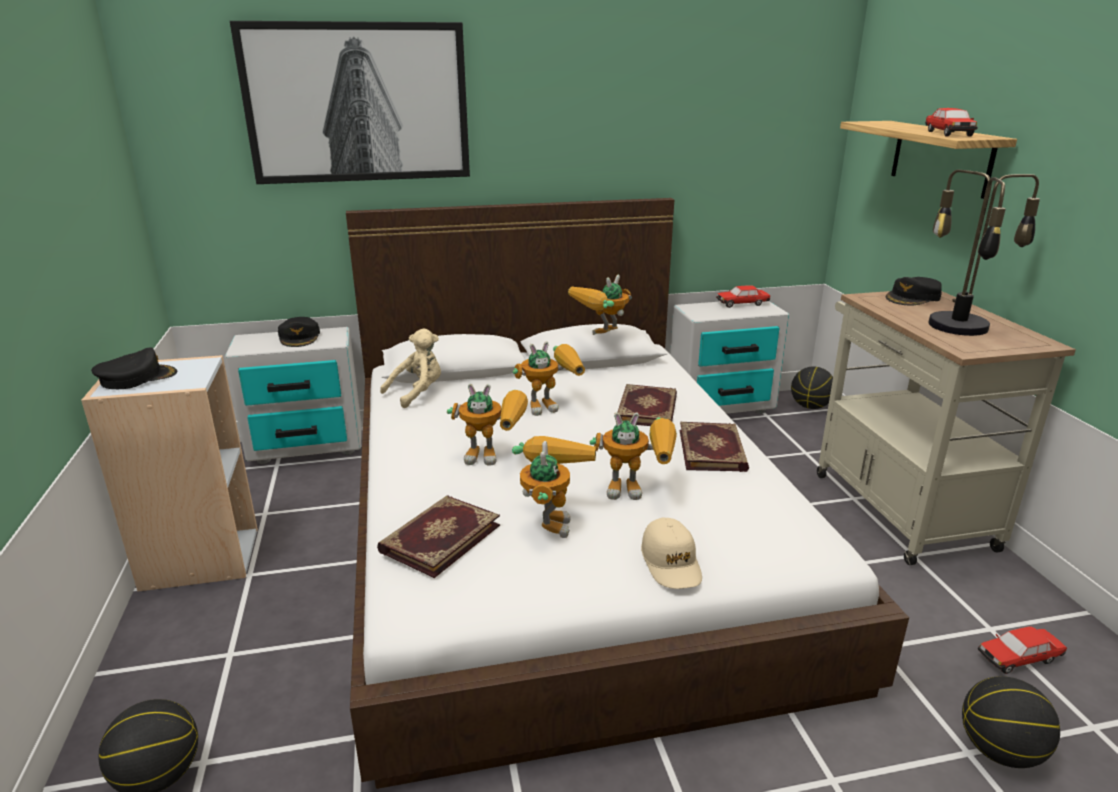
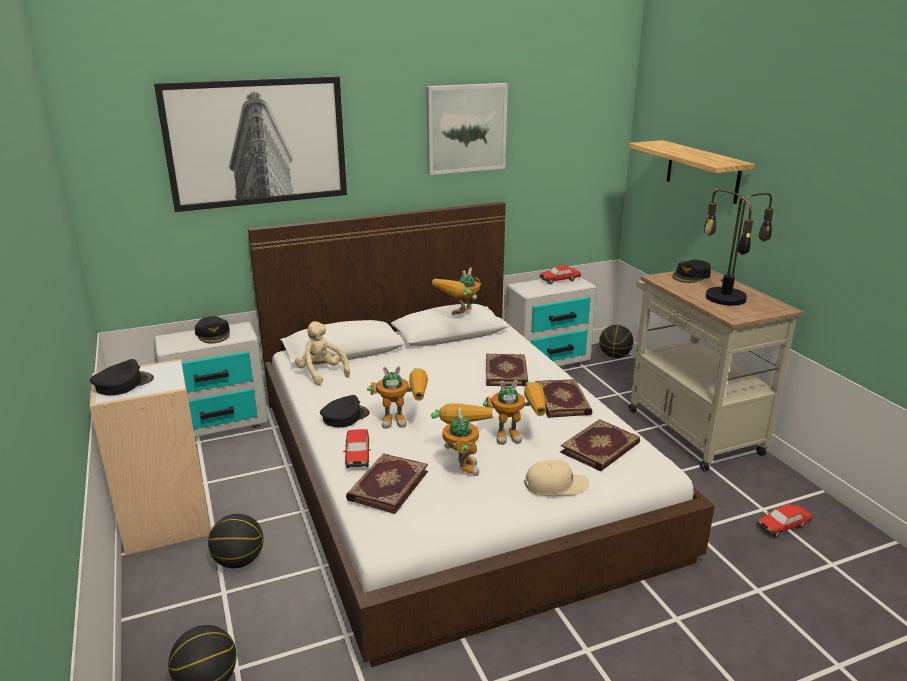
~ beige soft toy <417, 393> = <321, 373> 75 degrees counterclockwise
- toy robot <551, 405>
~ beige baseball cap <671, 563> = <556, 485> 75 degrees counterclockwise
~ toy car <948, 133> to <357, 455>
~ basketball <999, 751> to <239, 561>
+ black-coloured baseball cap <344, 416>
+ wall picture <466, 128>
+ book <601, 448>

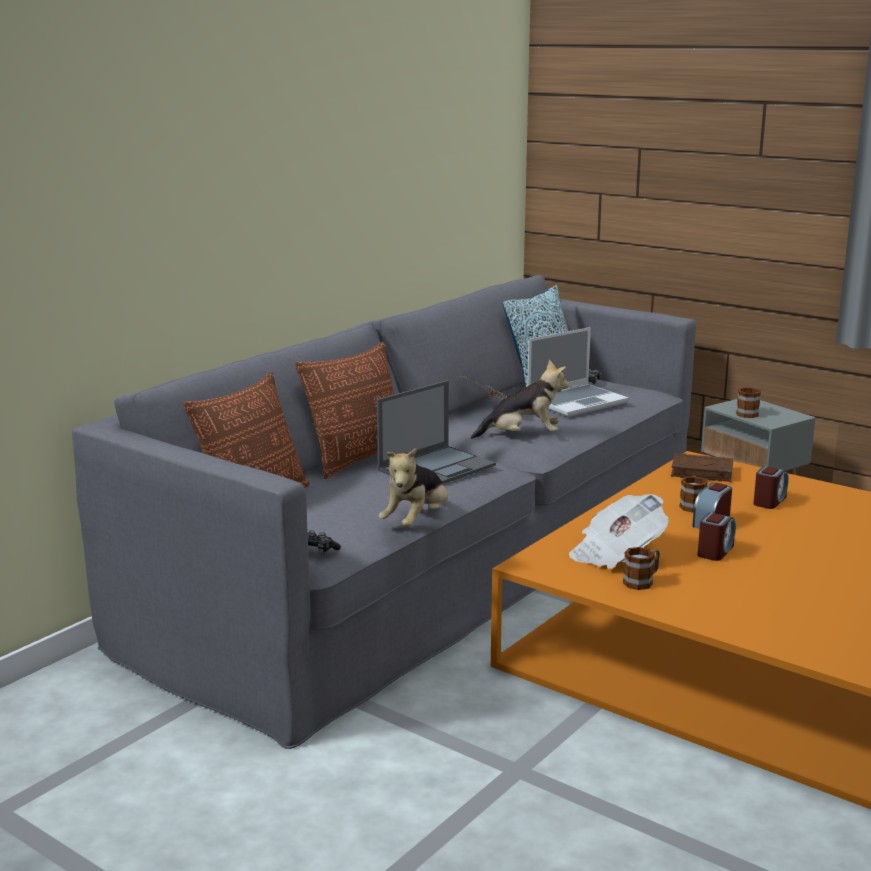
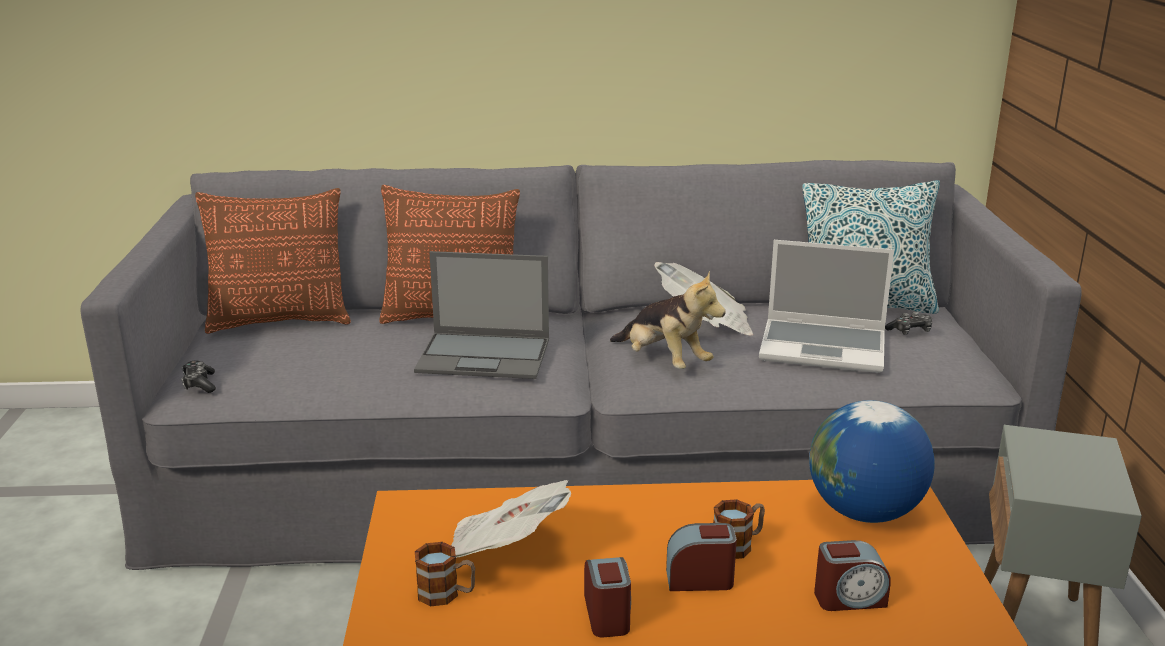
- soft toy <417, 521>
~ brown-coloured book <701, 472> to desk globe <864, 512>
~ bedside clock <715, 551> = <607, 614> 90 degrees counterclockwise
- coffee mug <748, 413>

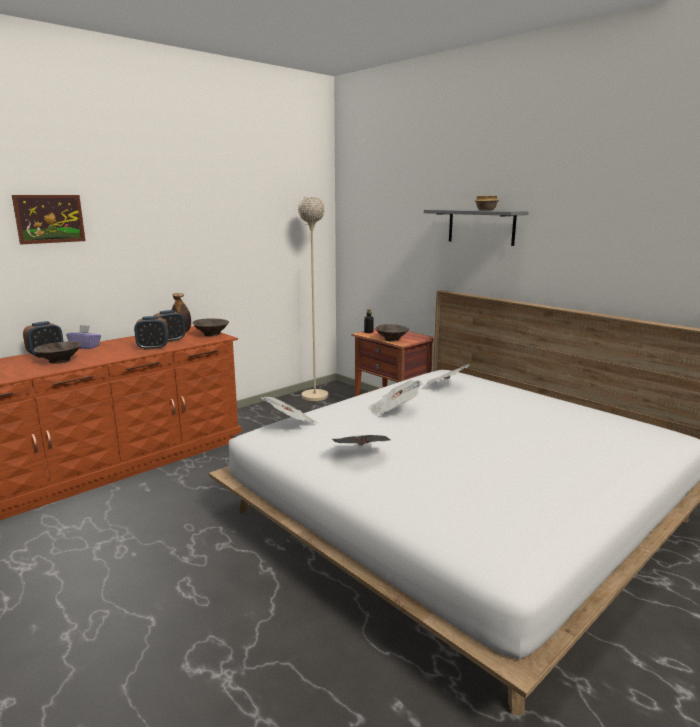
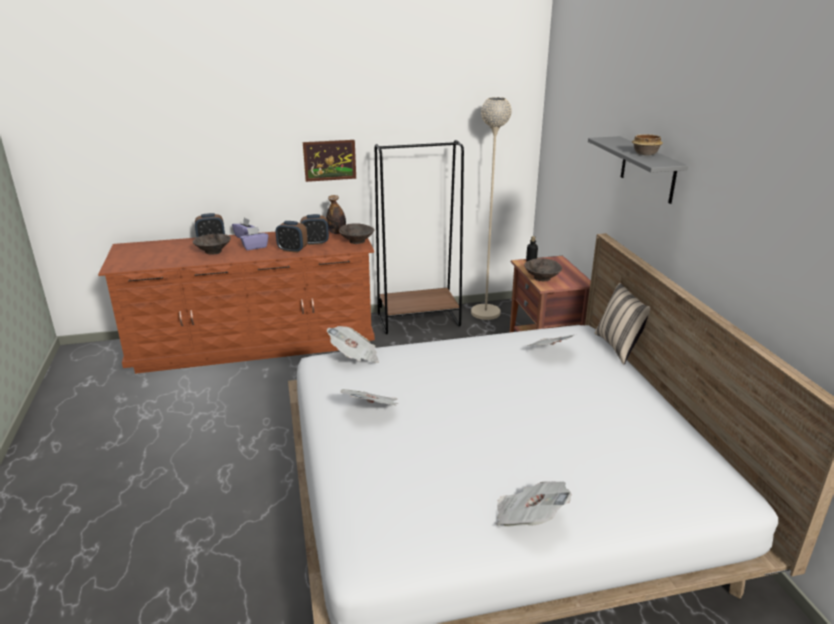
~ wall picture <49, 219> to <329, 160>
~ daily paper <394, 410> to <528, 518>
+ purple-coloured tissue box <255, 247>
+ garment rack <418, 321>
+ beige cushion <619, 347>

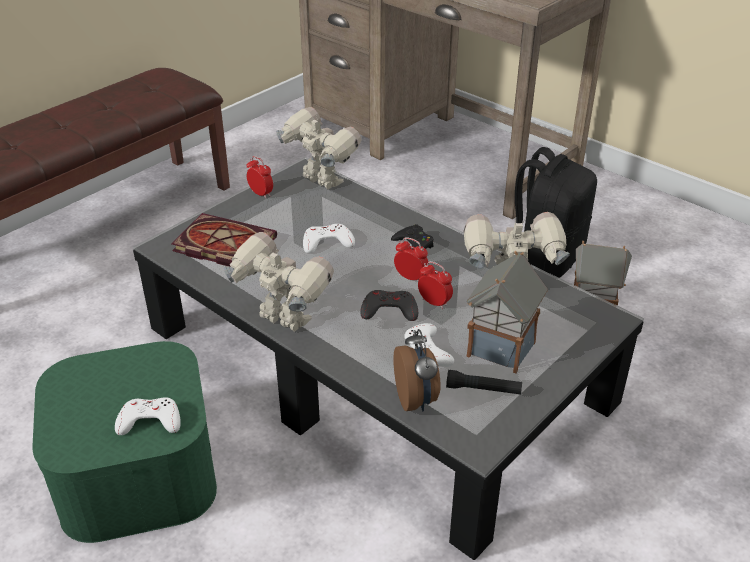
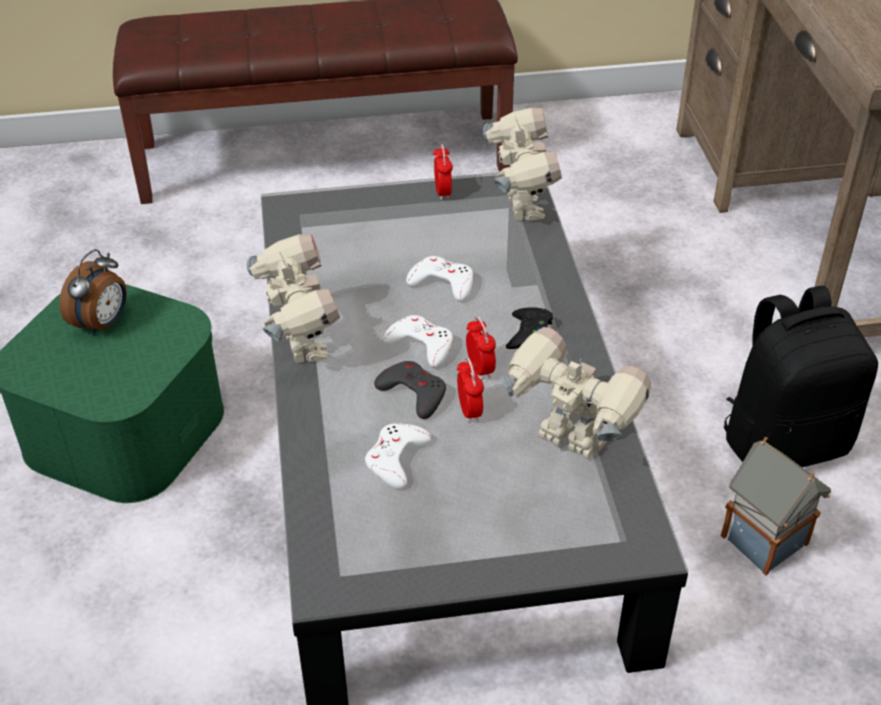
~ white-coloured joypad <150, 421> to <421, 345>
- book <222, 245>
~ bedside clock <416, 399> to <103, 324>
- black-coloured torch <483, 389>
- toy house <501, 347>

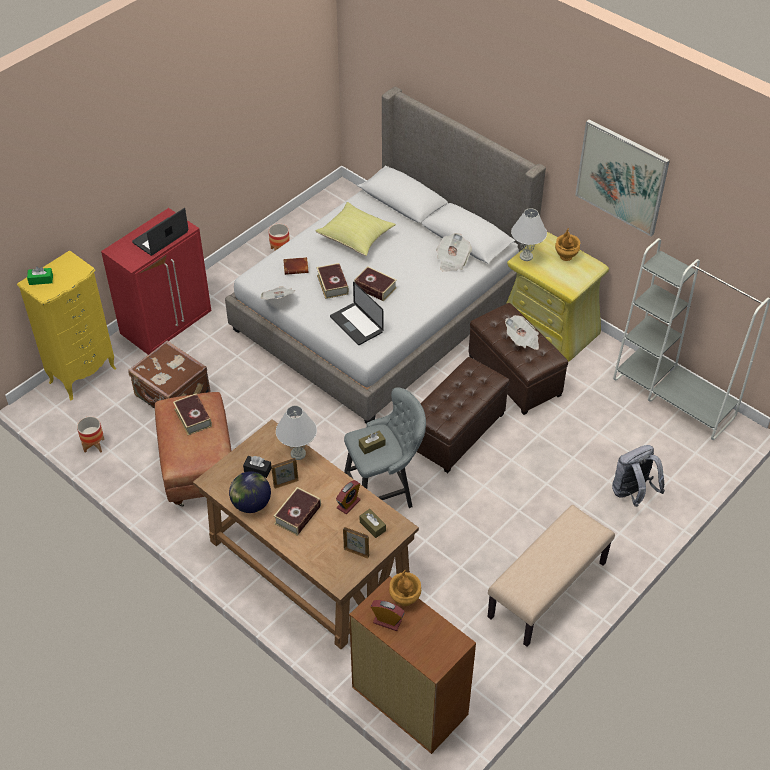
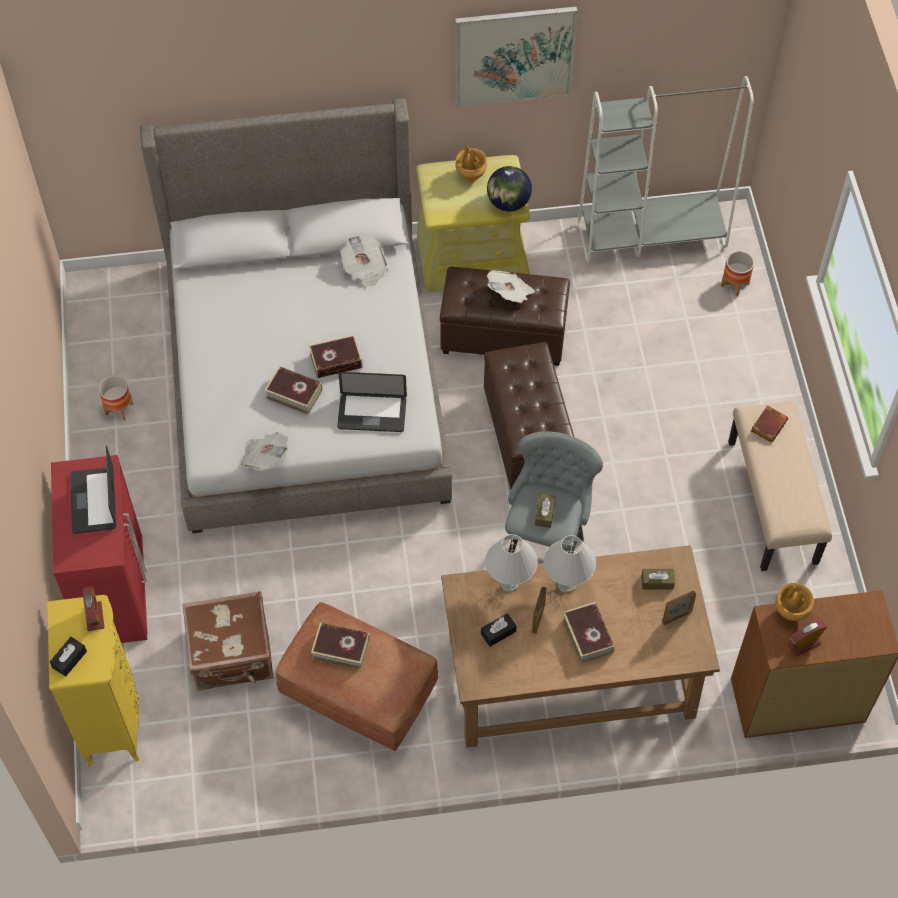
~ green-coloured tissue box <41, 280> to black-coloured tissue box <69, 659>
~ planter <94, 445> to <734, 285>
~ desk globe <251, 504> to <508, 203>
~ brown-coloured book <296, 267> to <768, 424>
- yellowish cushion <356, 238>
~ bedside clock <348, 504> to <94, 616>
~ white-coloured table lamp <525, 256> to <566, 584>
- gray backpack <632, 493>

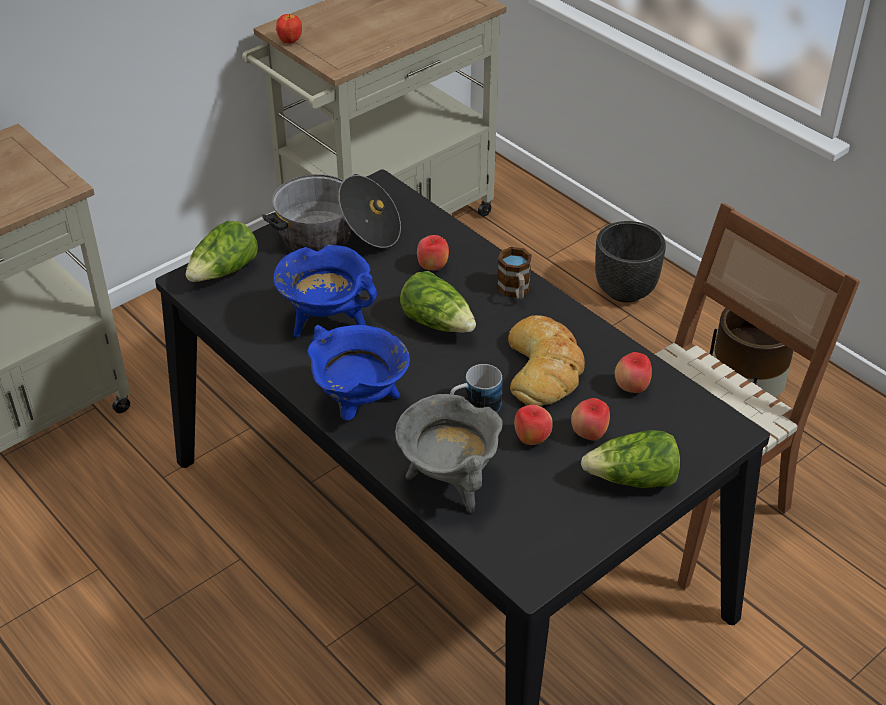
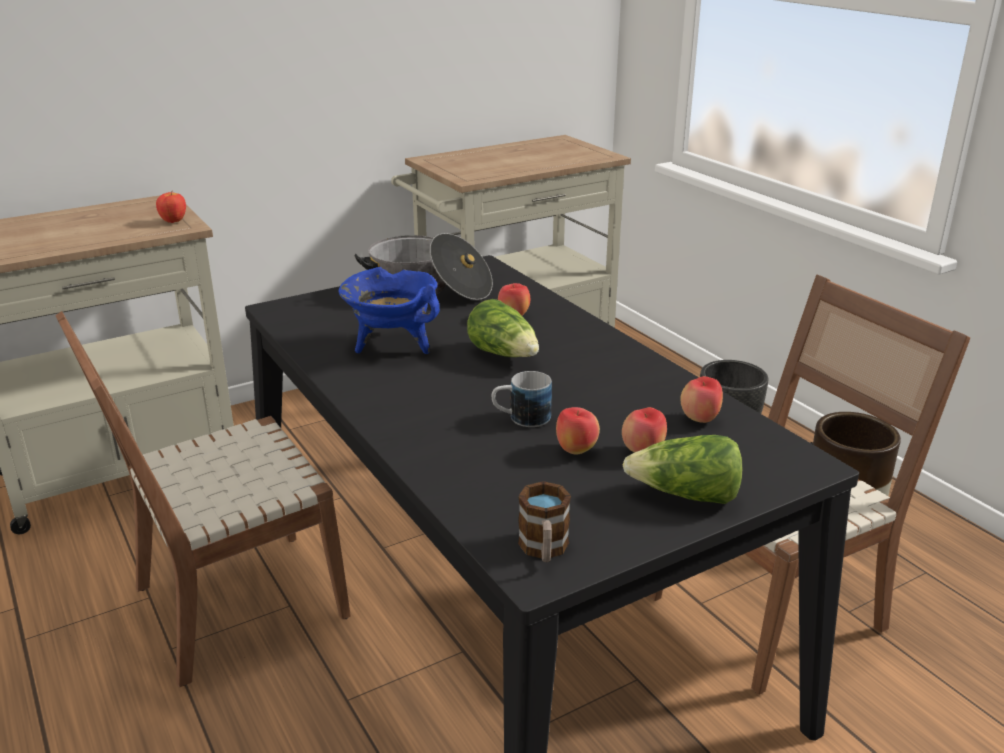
- lettuce head <224, 272>
~ apple <289, 41> to <173, 221>
- blue-coloured stockpot <359, 405>
- gray stockpot <449, 482>
~ coffee mug <515, 291> to <544, 550>
- bread <544, 367>
+ chair <231, 607>

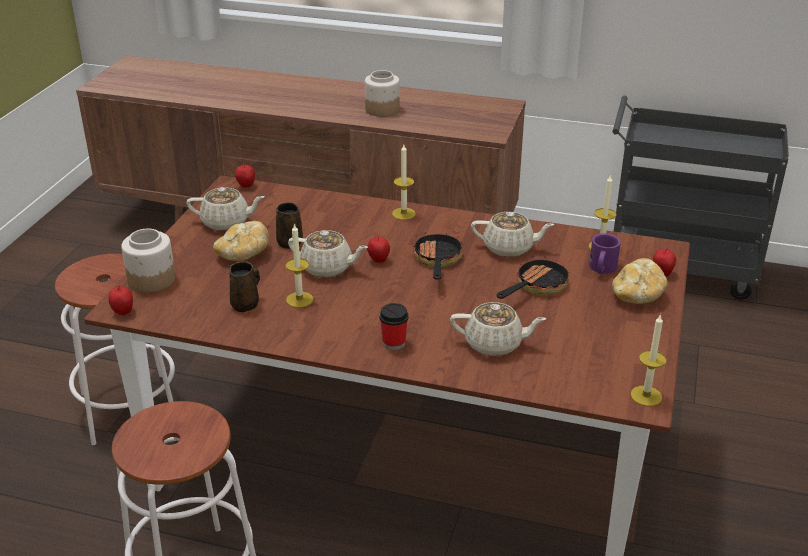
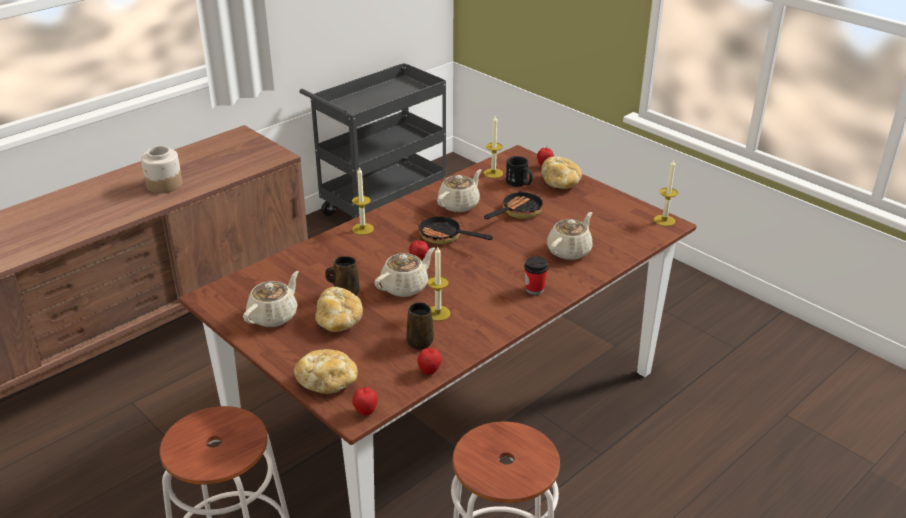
~ storage jar <152, 280> to bread <328, 382>
~ apple <246, 186> to <429, 371>
~ pan <536, 287> = <517, 212> 60 degrees clockwise
~ purple-coloured coffee mug <601, 269> to black-coloured coffee mug <520, 183>

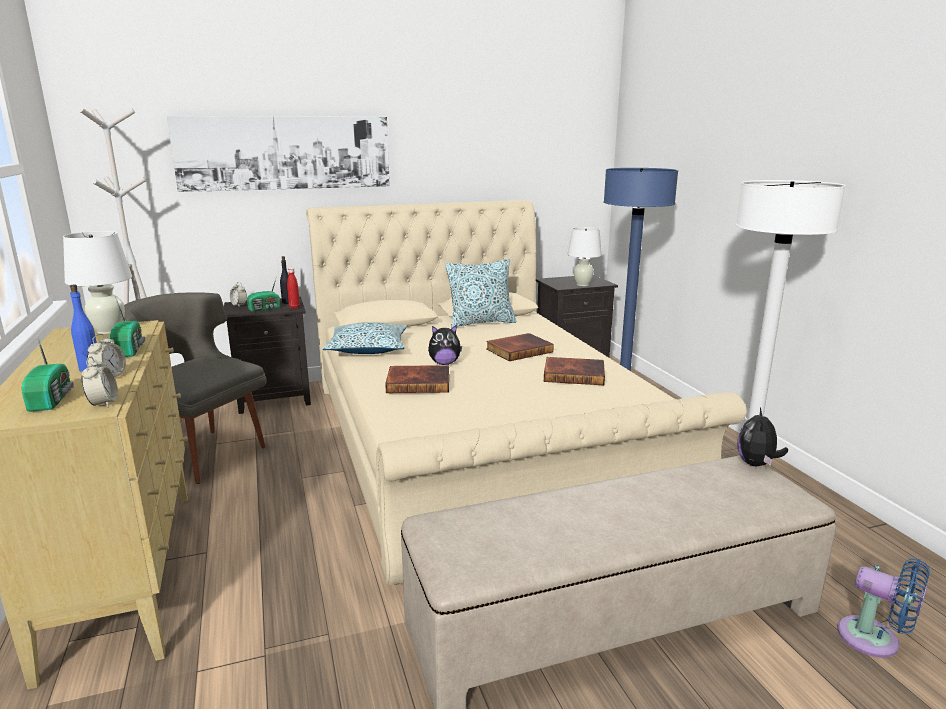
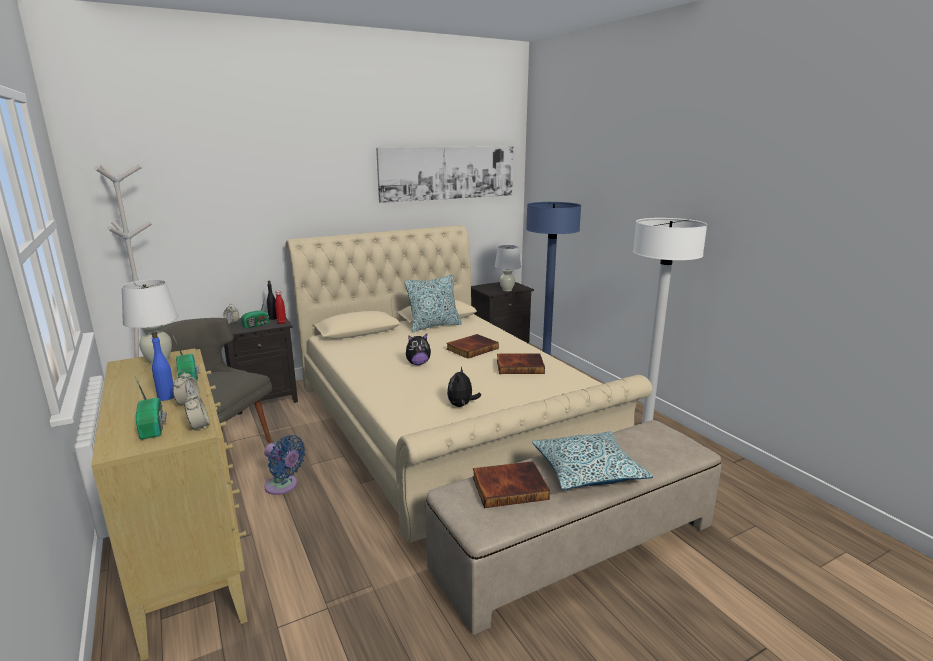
~ wall picture <285, 153> to <448, 173>
~ cushion <368, 348> to <587, 471>
~ book <419, 382> to <509, 487>
~ soft toy <757, 464> to <461, 405>
~ blue-coloured fan <875, 640> to <283, 486>

